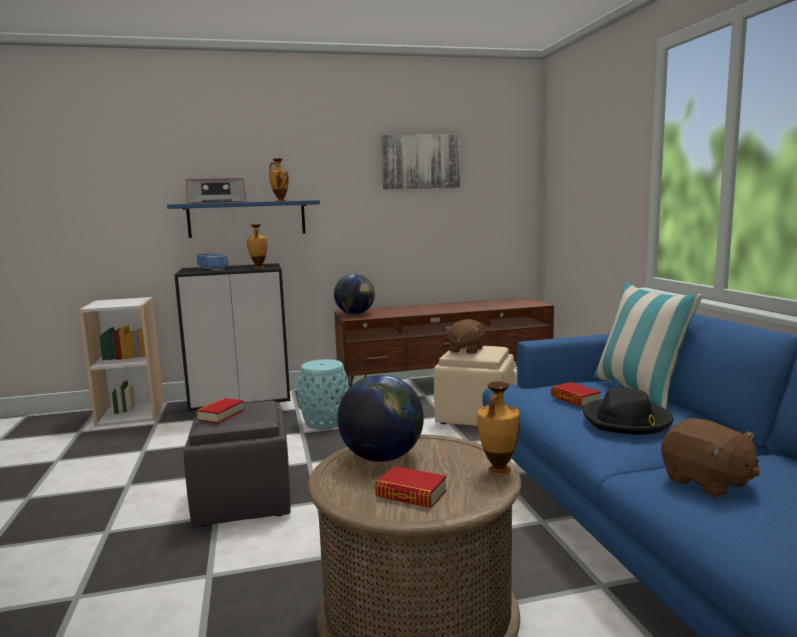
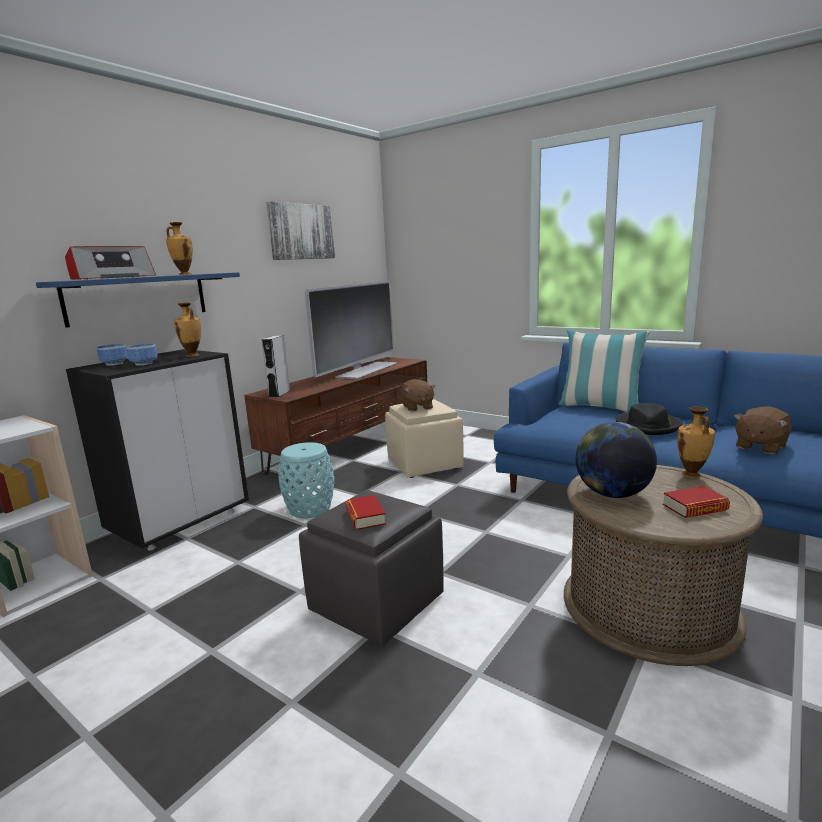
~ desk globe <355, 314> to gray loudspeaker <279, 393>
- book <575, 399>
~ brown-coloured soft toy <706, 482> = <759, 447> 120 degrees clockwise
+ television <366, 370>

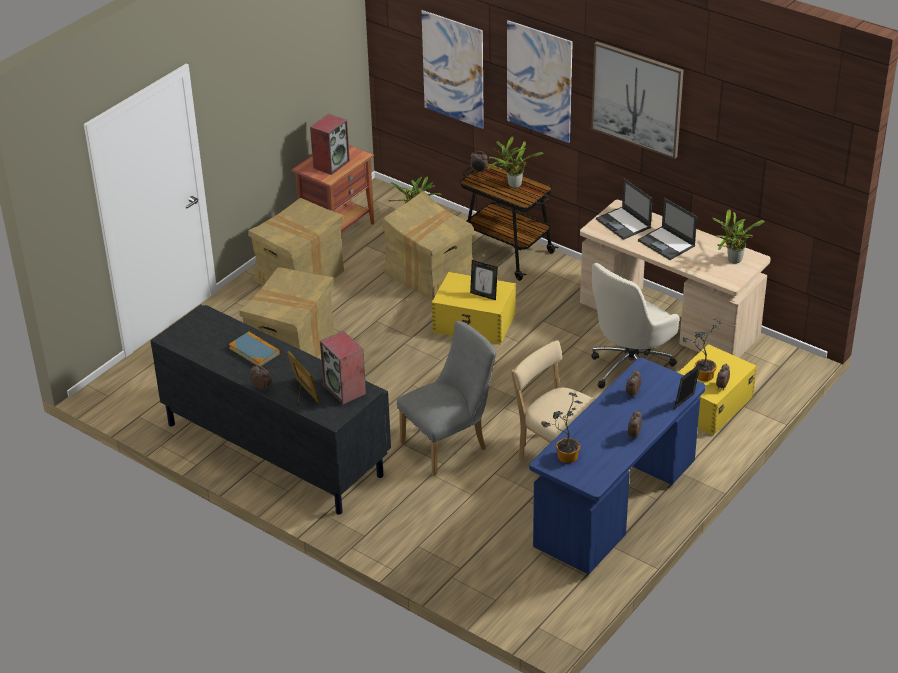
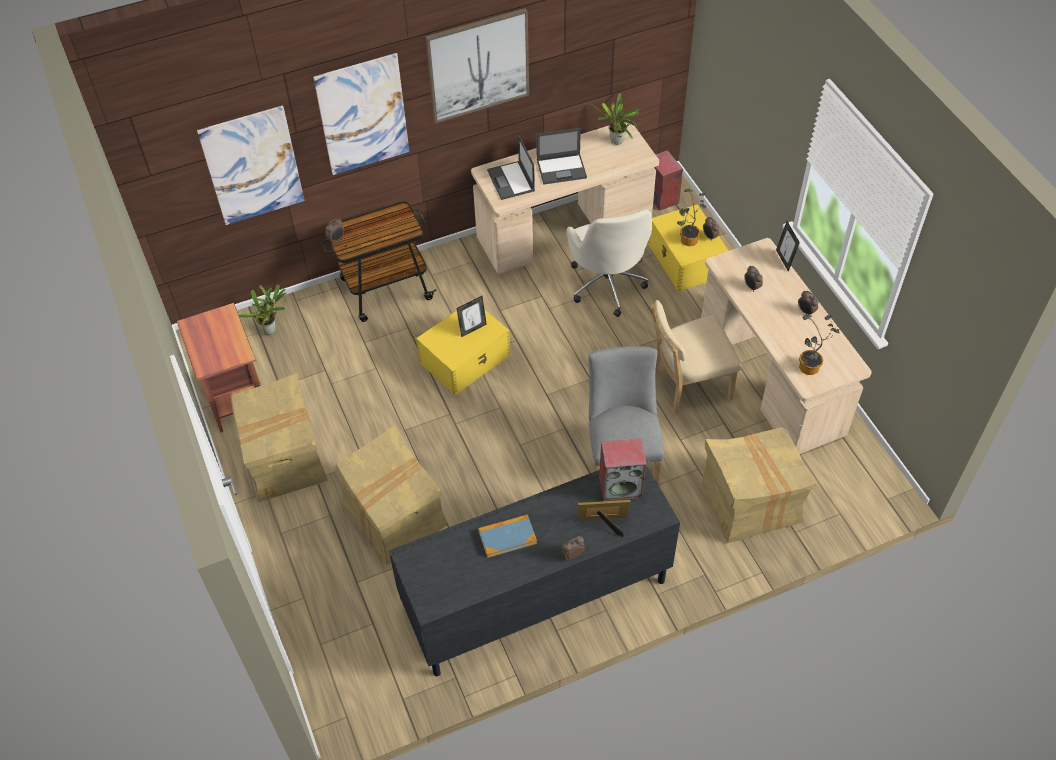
~ loudspeaker <331, 164> to <661, 197>
~ packing box <429, 274> to <750, 503>
- houseplant <512, 185>
~ blue-coloured desk <615, 505> to beige desk <770, 377>
~ notebook computer <624, 224> = <511, 181> 75 degrees clockwise

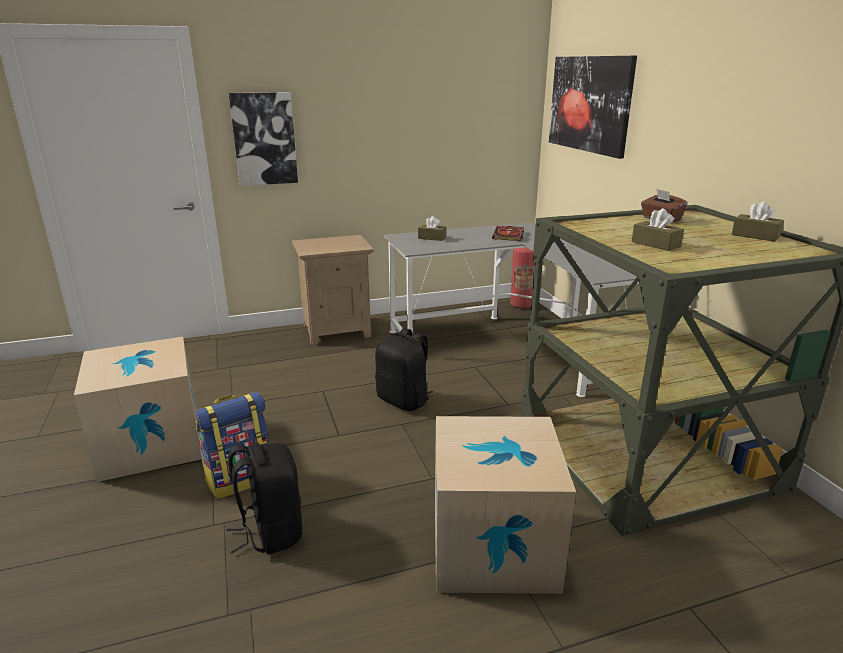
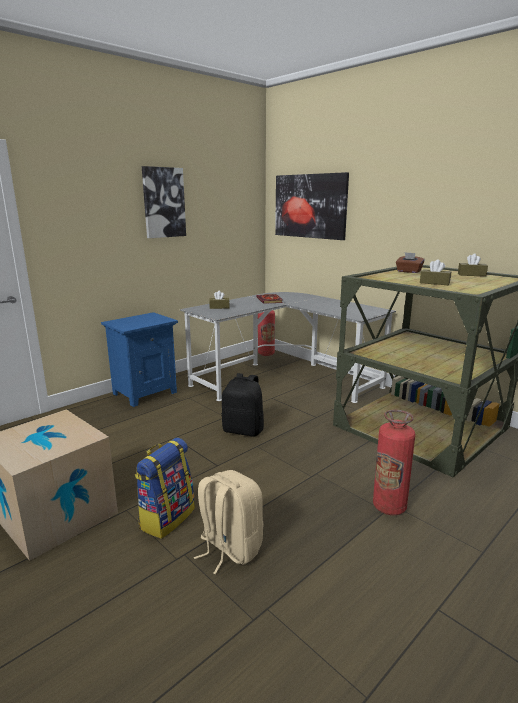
~ black-coloured backpack <270, 531> to beige backpack <229, 548>
~ wall picture <264, 139> to <163, 202>
~ beige nightstand <338, 331> to blue-coloured nightstand <146, 393>
~ packing box <493, 546> to fire-fighting cylinder <389, 506>

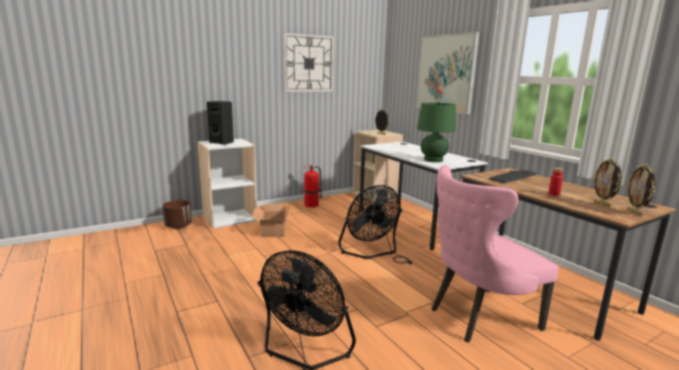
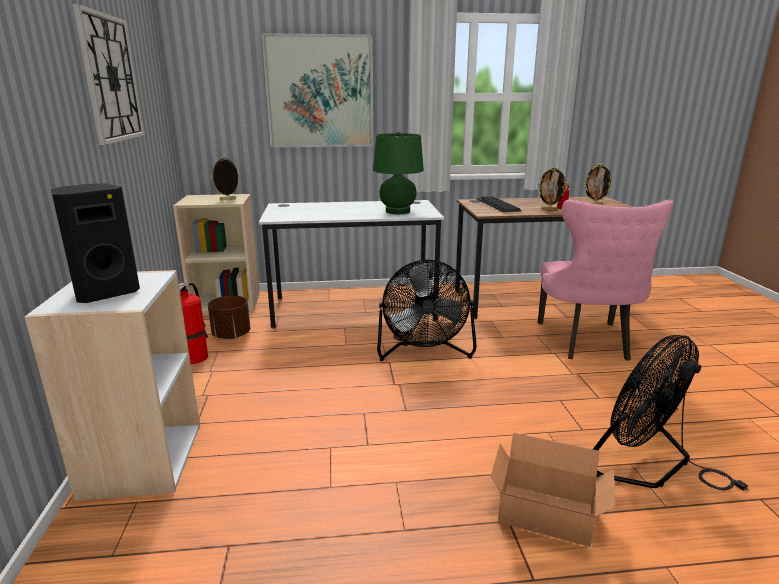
~ brown-coloured planter <178, 226> to <231, 335>
~ packing box <272, 230> to <547, 516>
~ black-coloured fan <378, 252> = <420, 350> 90 degrees counterclockwise
~ picture frame <635, 213> to <549, 210>

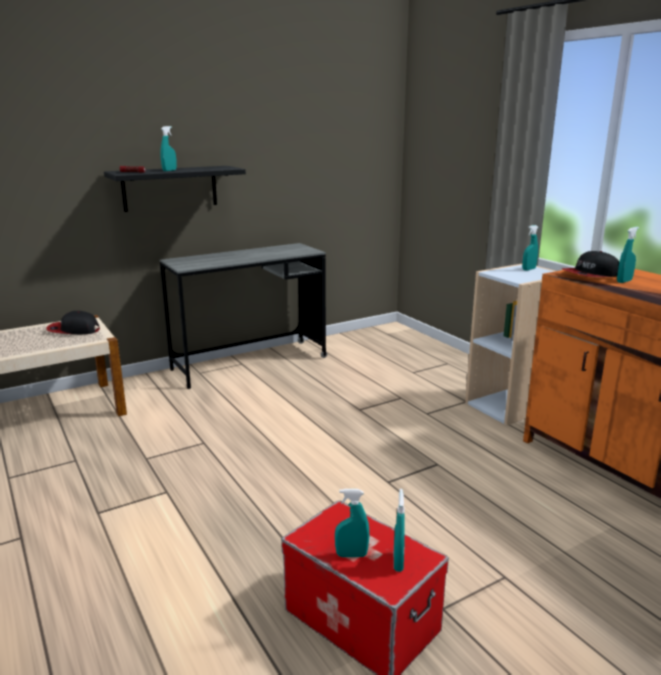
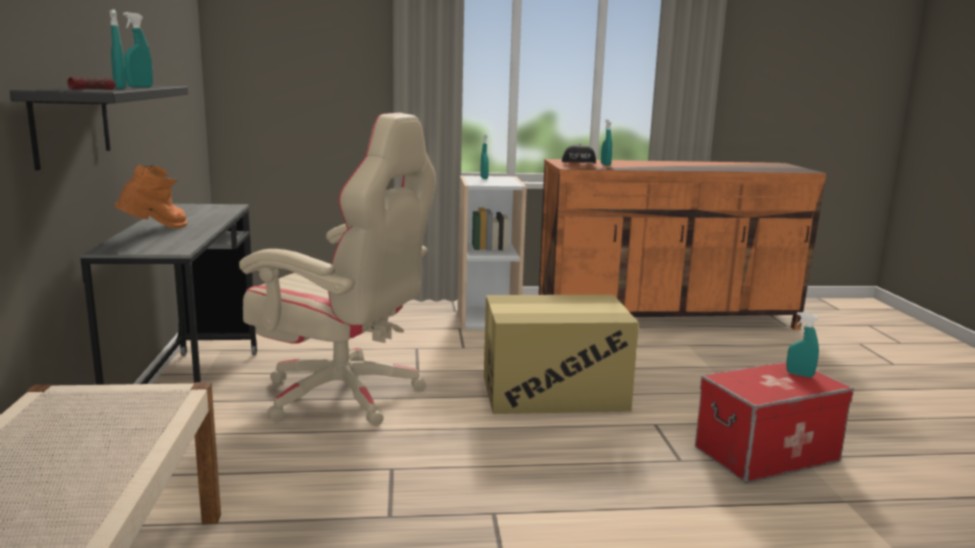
- baseball cap <73, 330>
~ turquoise hand sprayer <351, 555> to <140, 87>
+ orangey high-top boot <156, 231>
+ beige computer chair <341, 395>
+ packing box <554, 393>

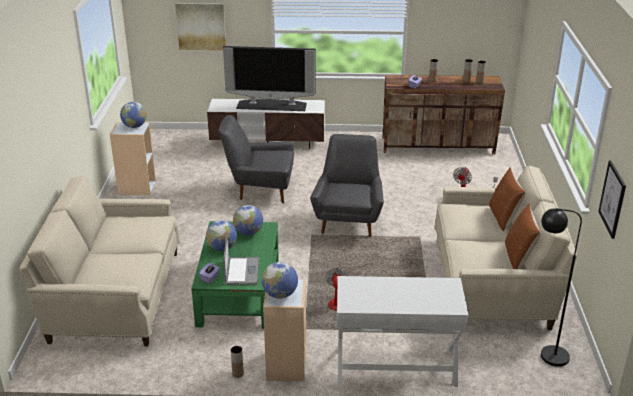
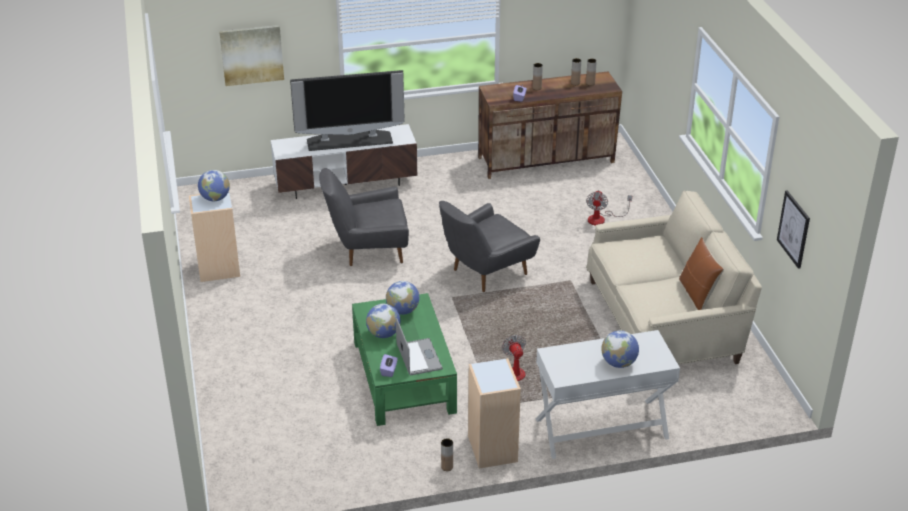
- beige sofa <114, 295>
~ desk globe <280, 294> to <618, 363>
~ gray easy chair <348, 220> = <485, 273> 120 degrees counterclockwise
- brown-coloured cushion <503, 218>
- black-coloured standing lamp <545, 356>

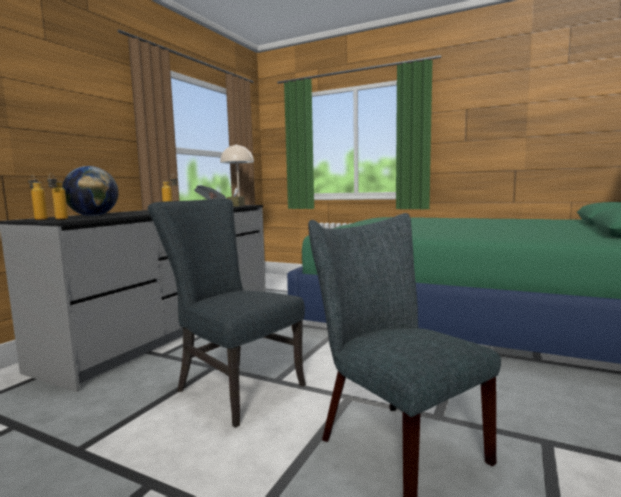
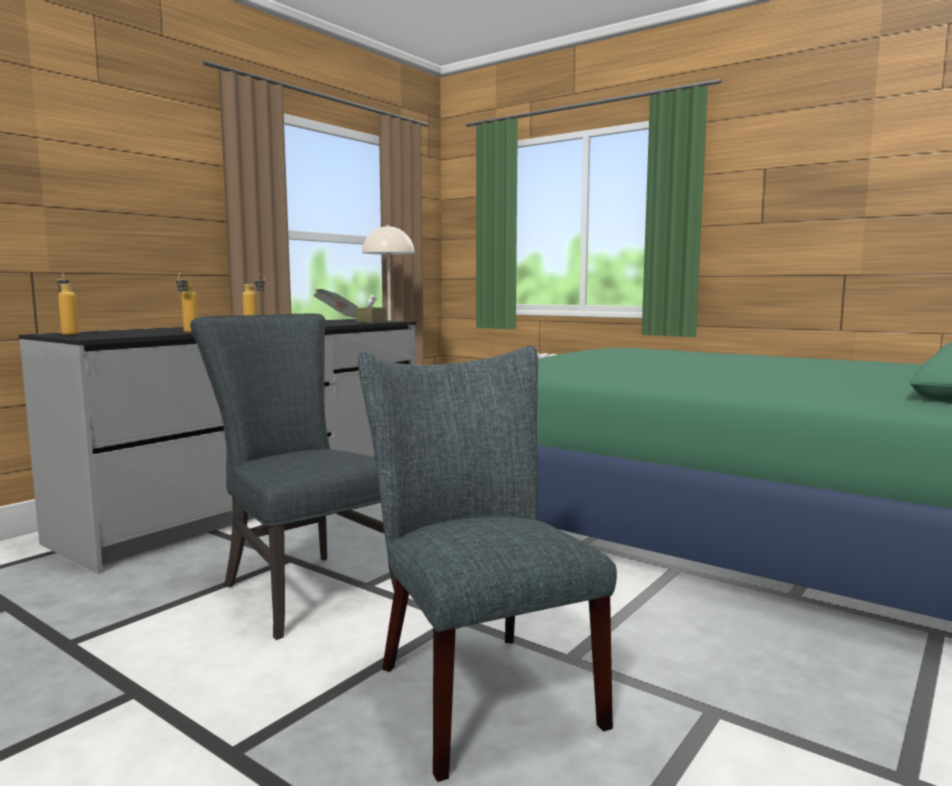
~ drink bottle <59, 219> to <188, 332>
- desk globe <93, 216>

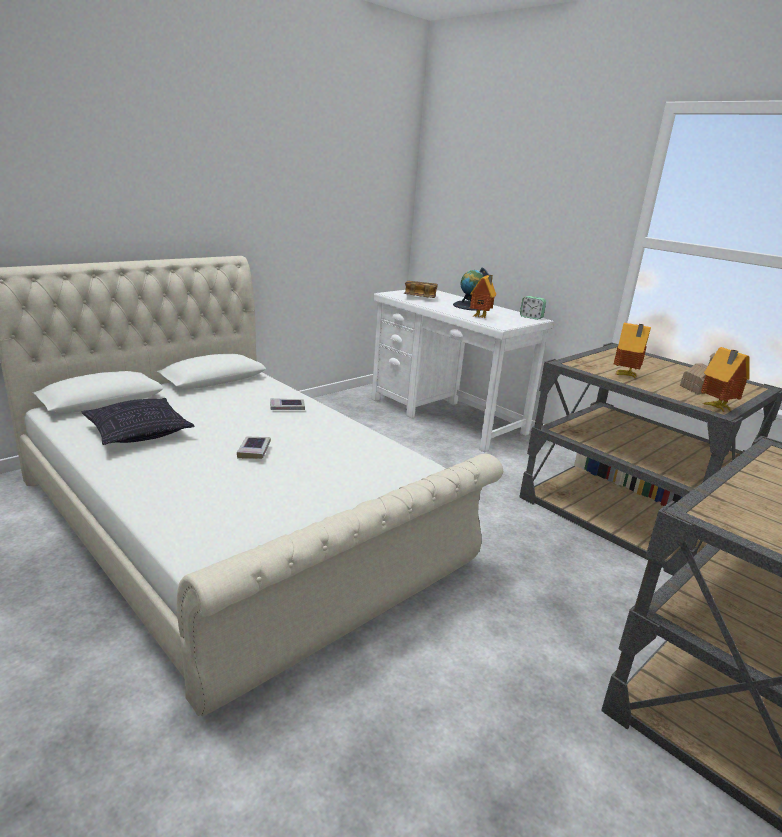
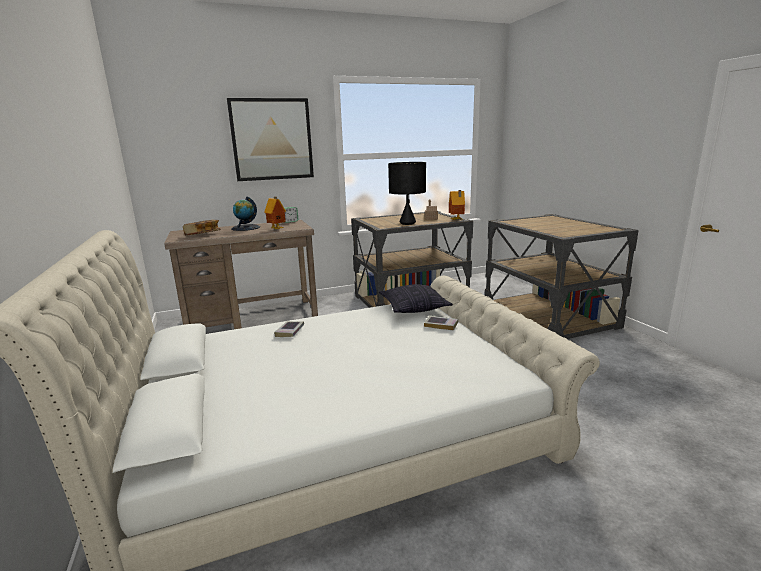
~ cushion <139, 433> to <413, 308>
~ book <254, 450> to <441, 325>
~ white-coloured desk <447, 416> to brown-coloured desk <252, 317>
~ toy house <625, 376> to black-coloured table lamp <407, 223>
+ wall picture <272, 139>

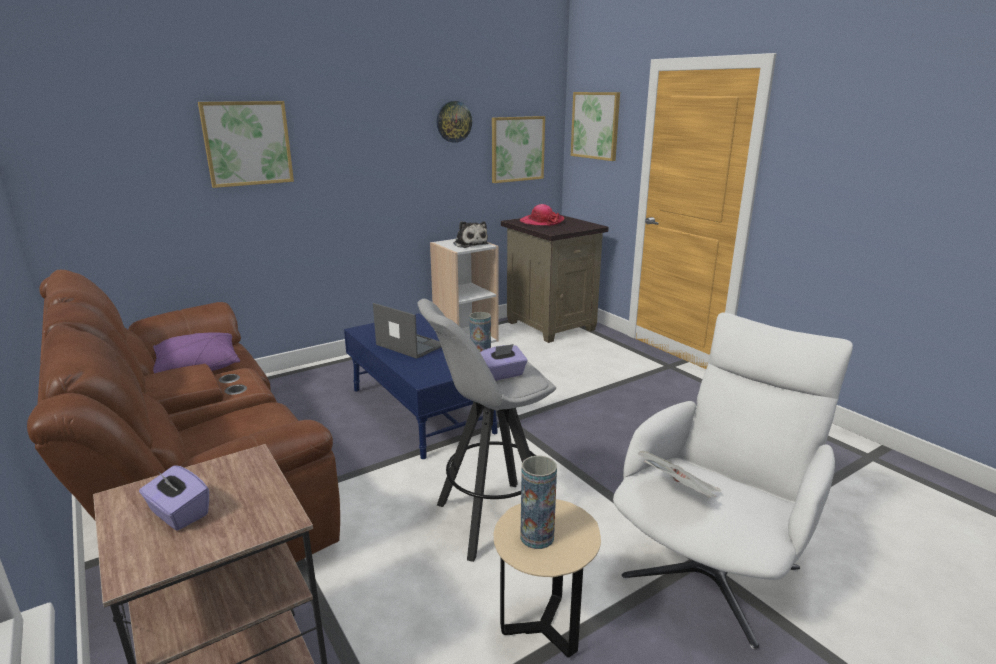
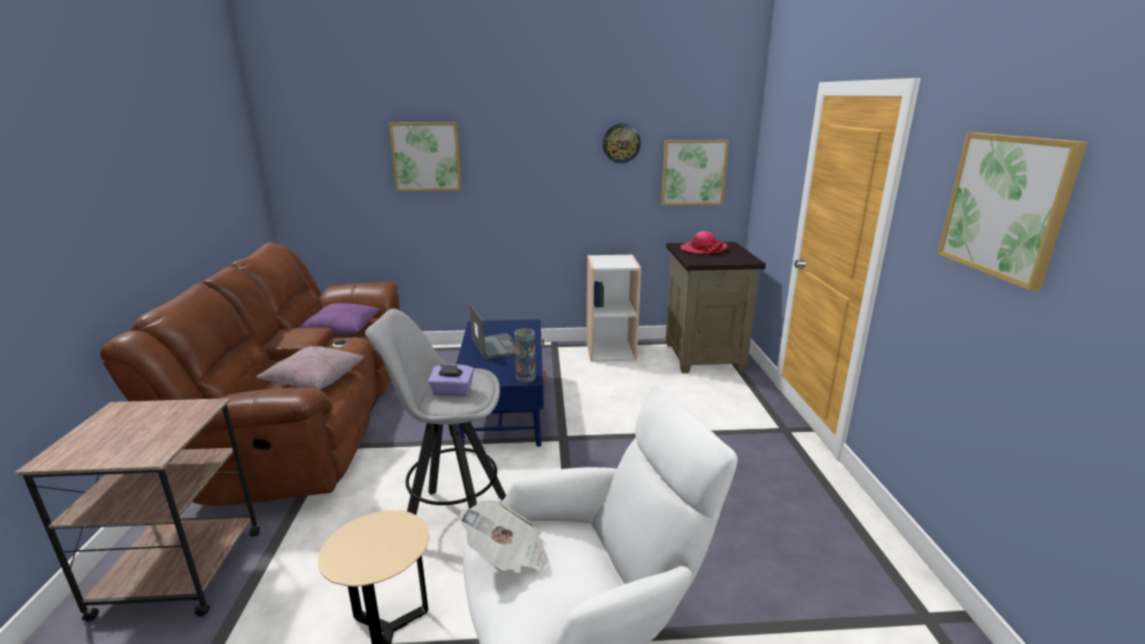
- purple-coloured tissue box <178, 514>
- soft toy <469, 244>
- decorative vase <537, 537>
~ wall picture <595, 125> to <1006, 206>
+ purple-coloured cushion <314, 380>

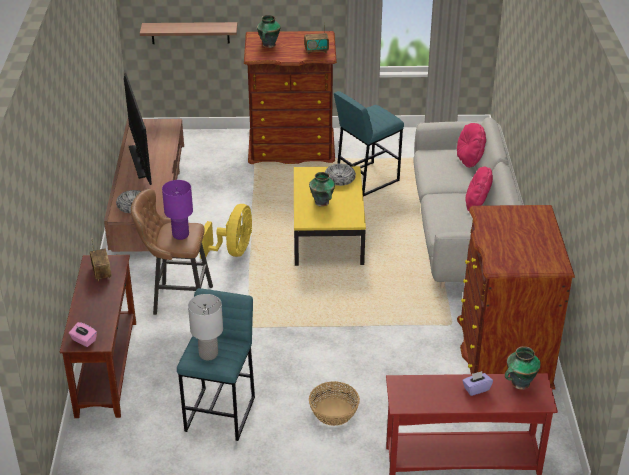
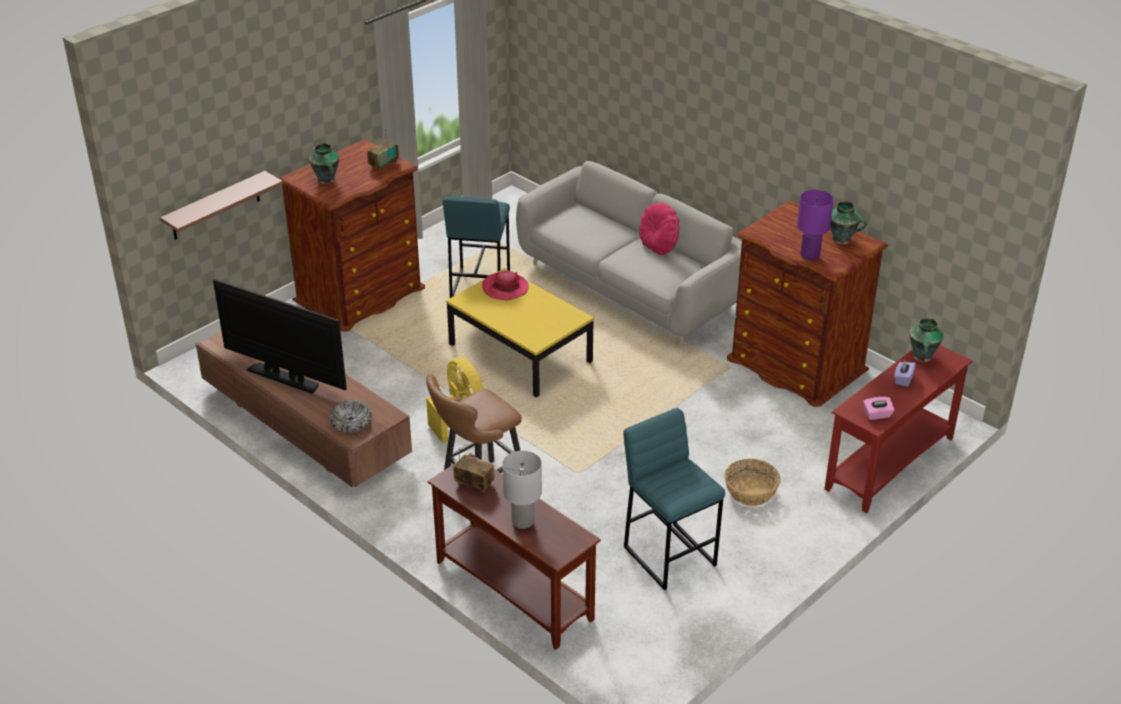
~ pinkish tissue box <83, 340> to <877, 415>
~ purple-coloured table lamp <180, 236> to <810, 256>
~ gray table lamp <208, 355> to <522, 523>
~ decorative vase <322, 203> to <842, 240>
~ serving bowl <339, 179> to hat <505, 288>
- pinkish cushion <469, 161>

